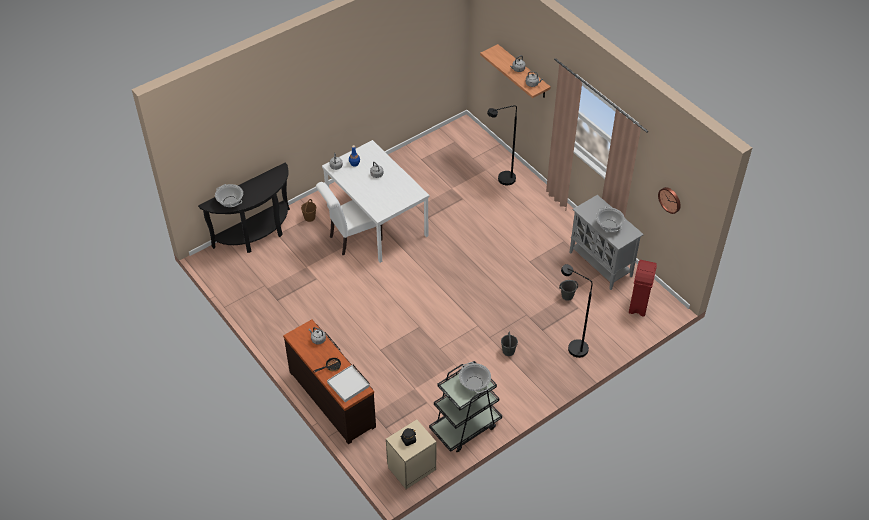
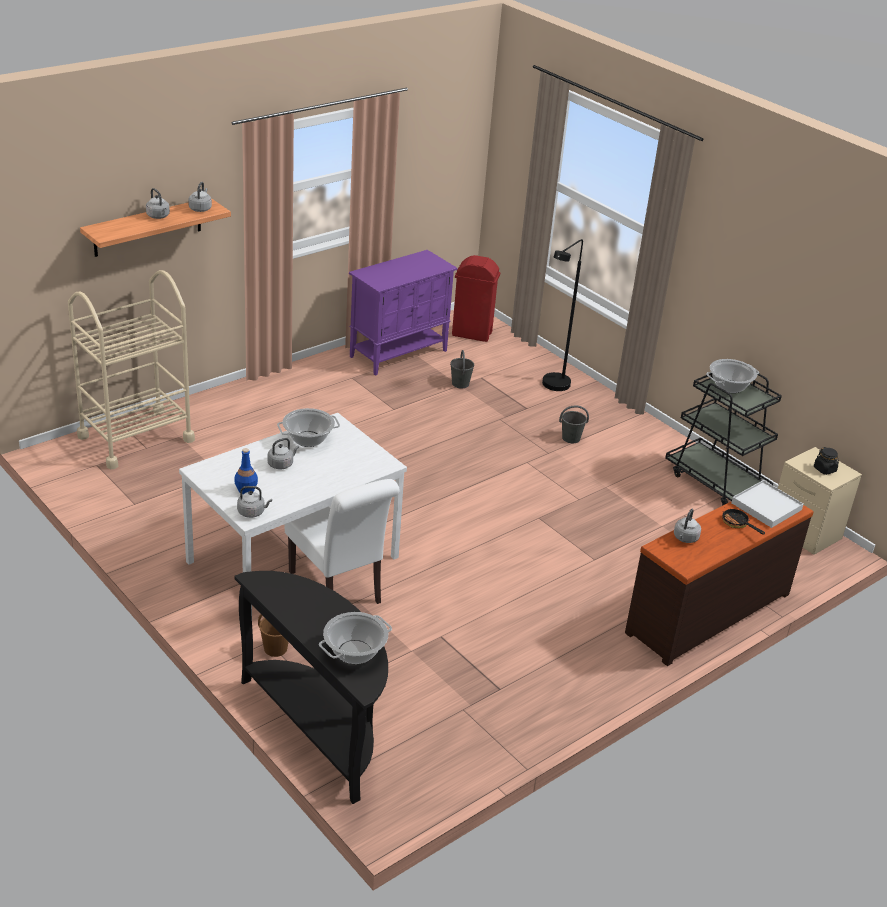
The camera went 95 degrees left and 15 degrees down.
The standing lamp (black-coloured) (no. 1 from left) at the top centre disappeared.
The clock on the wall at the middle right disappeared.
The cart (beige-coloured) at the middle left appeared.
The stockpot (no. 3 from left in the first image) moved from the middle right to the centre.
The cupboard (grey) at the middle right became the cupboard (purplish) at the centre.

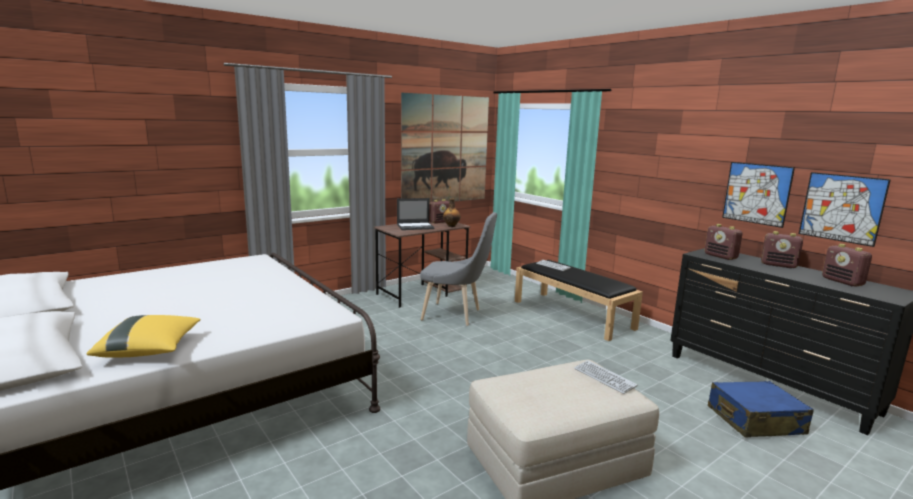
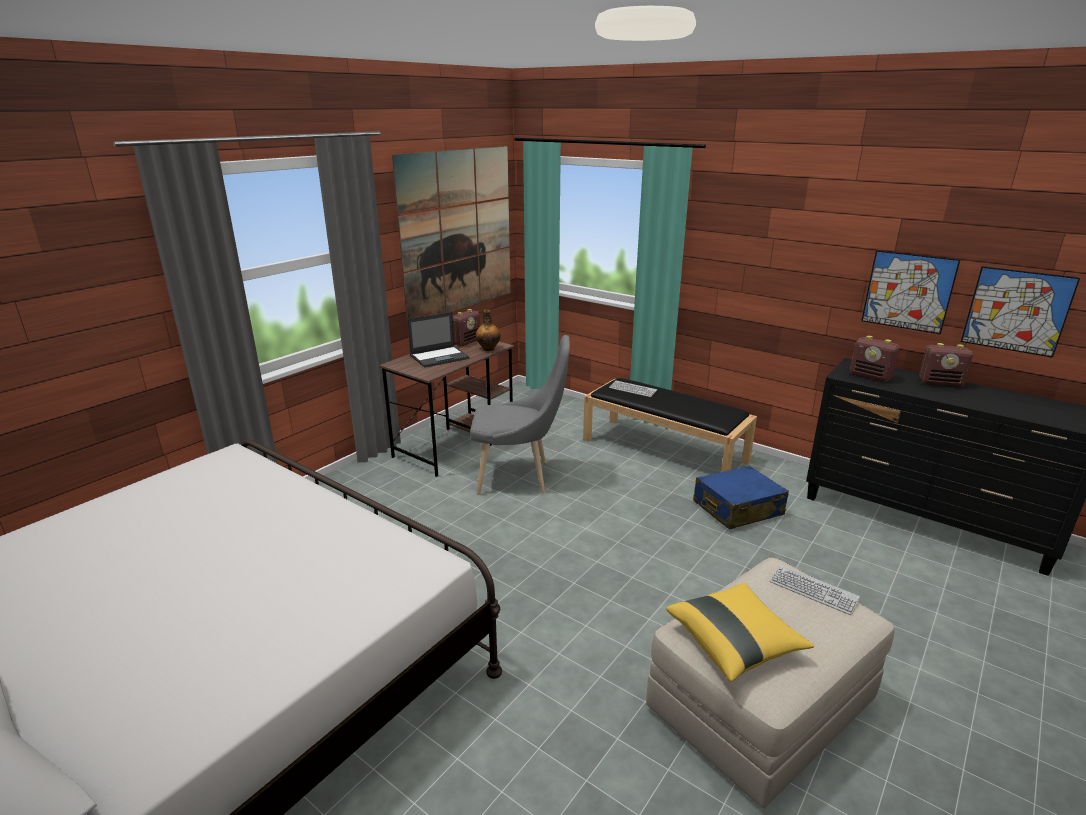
The camera went 15 degrees left and 10 degrees up.
The radio receiver (no. 4 from left) at the middle right disappeared.
The pillow (yellow) moved from the bottom left to the bottom right.
The suitcase (blue-coloured) moved from the bottom right to the middle right.

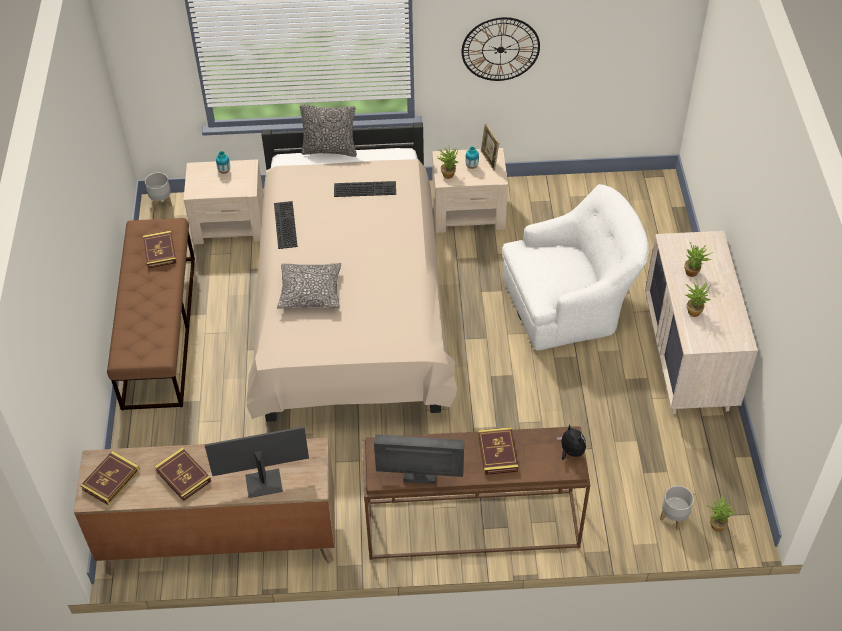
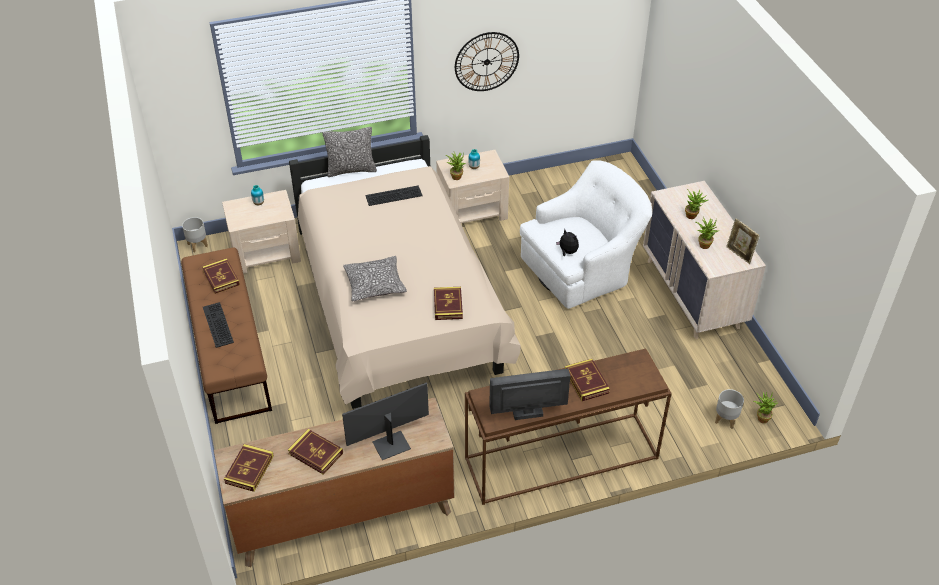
The camera went 15 degrees left and 5 degrees down.
The volume (no. 4 from left) at the centre appeared.
The computer keyboard (no. 1 from left) moved from the centre to the middle left.
The standing frame moved from the top centre to the middle right.
The soft toy moved from the bottom right to the centre.

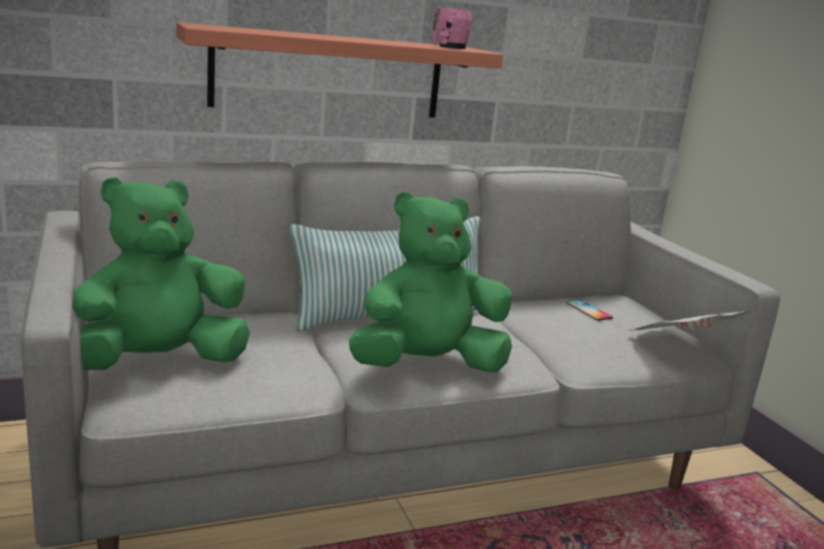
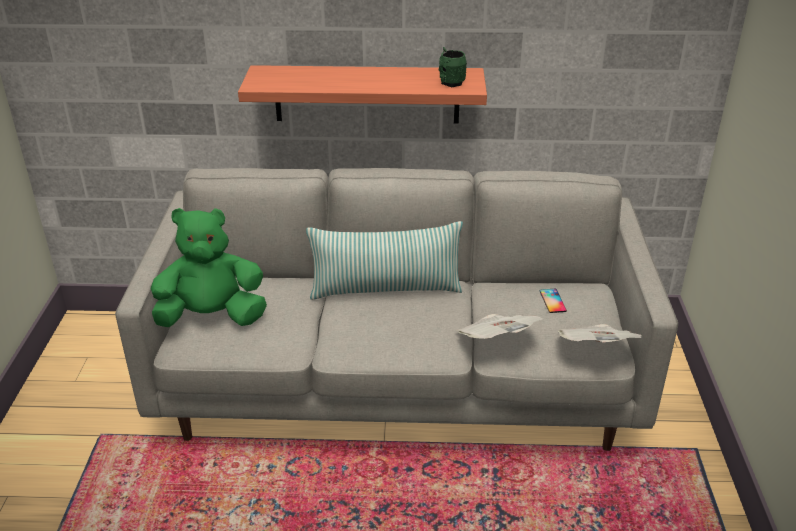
The camera went 25 degrees right and 15 degrees up.
The soft toy (greenish) (no. 2 from left) at the centre disappeared.
The newspaper (no. 1 from left) at the centre appeared.
The coffee mug (pink-coloured) at the top centre became the coffee mug (greenish) at the top centre.

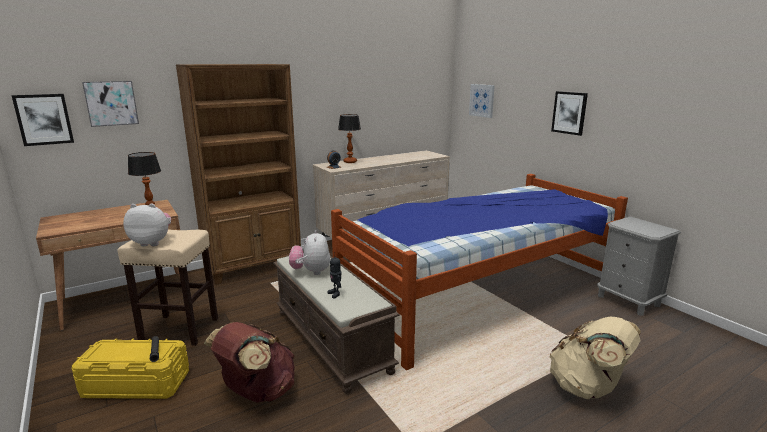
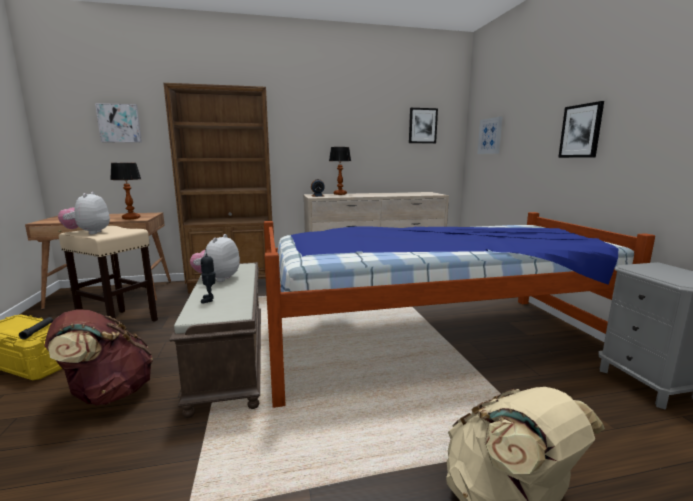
The camera went 20 degrees right and 5 degrees down.
The wall picture (no. 1 from left in the first image) moved from the top left to the top centre.
The soft toy (no. 1 from left) at the middle left turned 120 degrees counterclockwise.

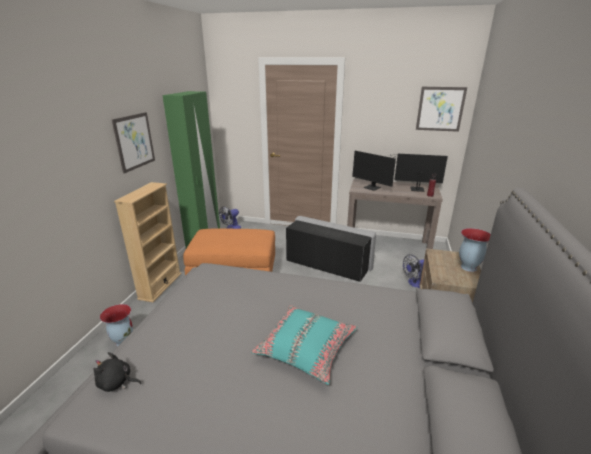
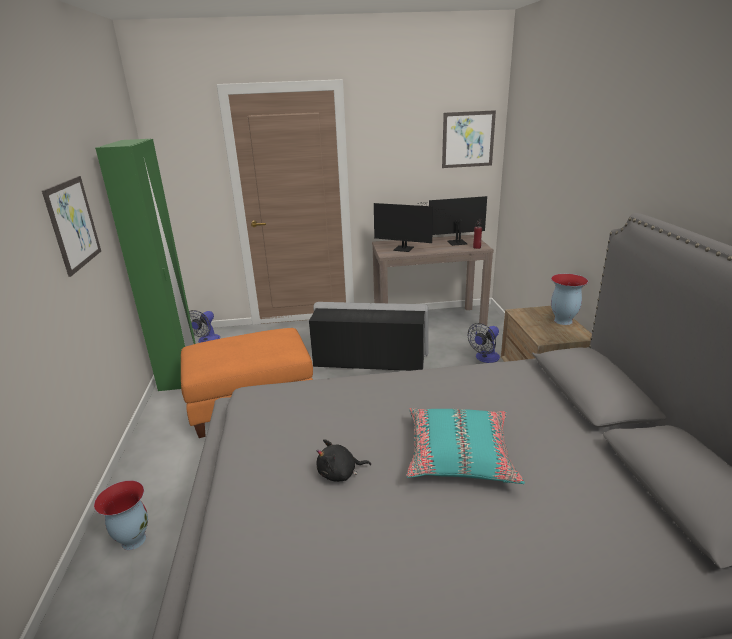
The camera went 20 degrees left and 0 degrees up.
The shelving unit (beige-coloured) at the middle left disappeared.
The soft toy (black-coloured) moved from the bottom left to the bottom centre.

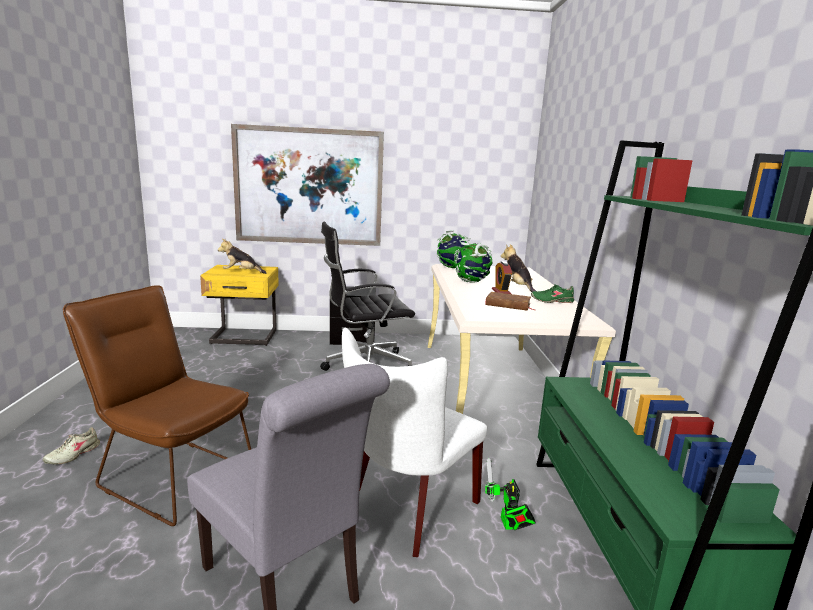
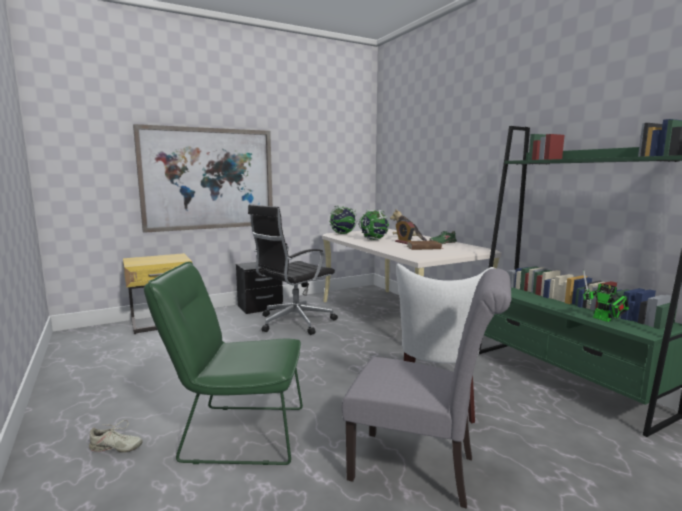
The camera went 25 degrees left and 5 degrees down.
The soft toy (no. 1 from left) at the middle left disappeared.
The robot figure moved from the bottom centre to the middle right.
The upright chair (brown-coloured) at the middle left became the upright chair (greenish) at the bottom left.
The low shoe (beige-coloured) at the bottom left turned 90 degrees counterclockwise.

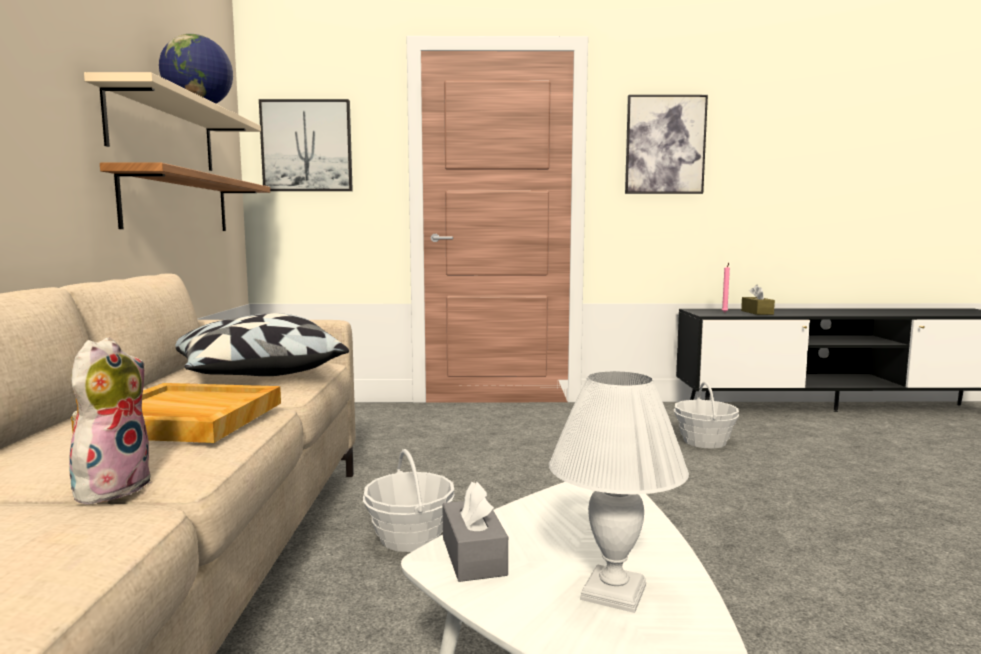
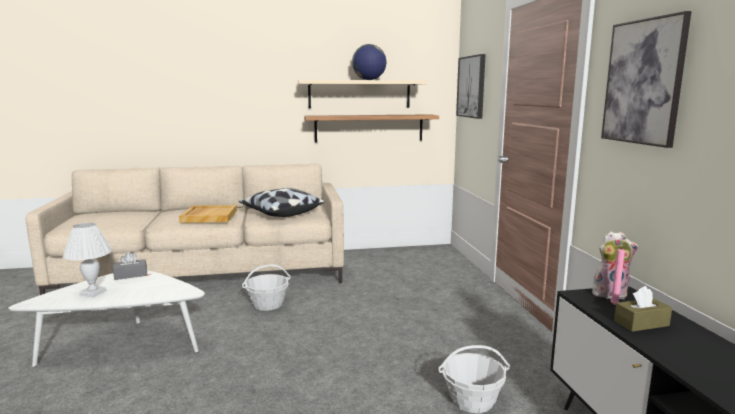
The camera went 80 degrees right and 5 degrees up.
The soft toy moved from the middle left to the middle right.

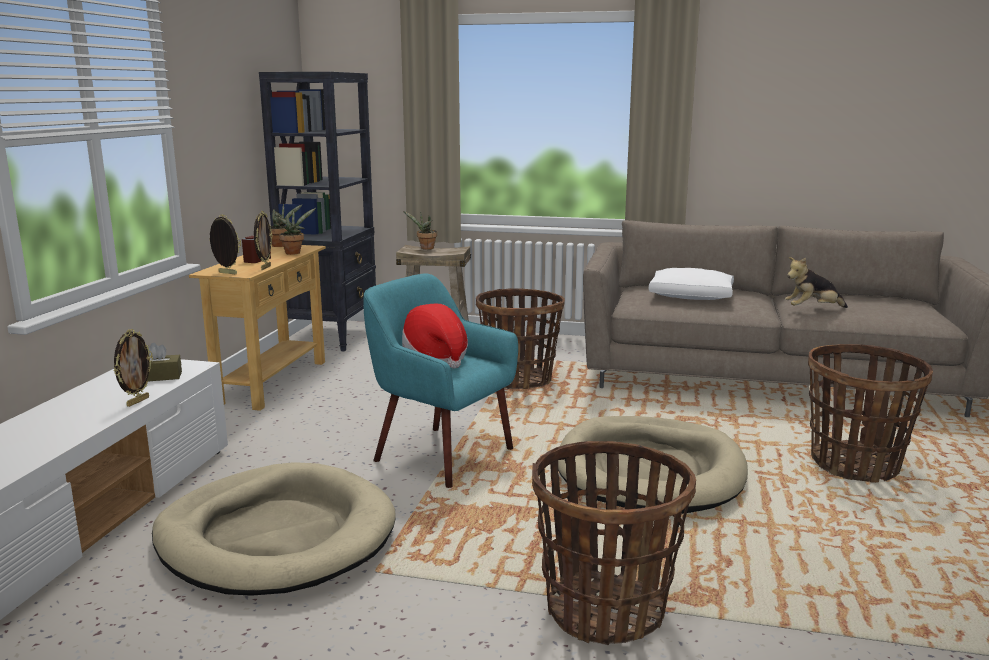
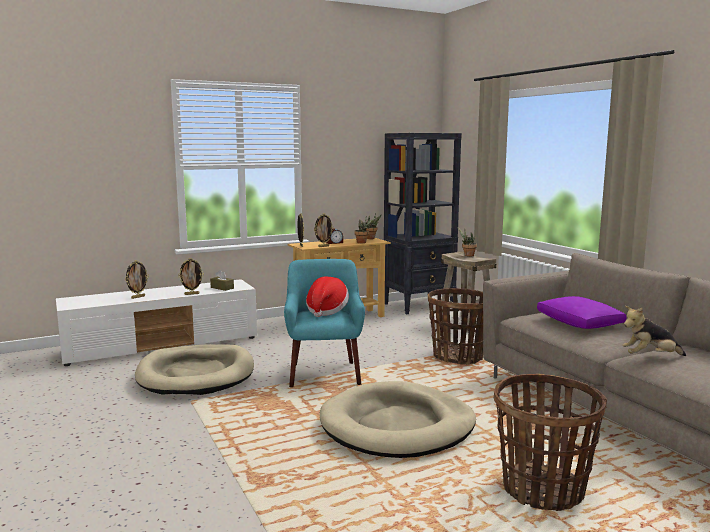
The camera went 50 degrees right and 5 degrees down.
The storage basket (no. 2 from left) at the bottom centre disappeared.
The standing frame (no. 1 from left) at the middle left appeared.
The pillow (whitish) at the middle right became the pillow (purplish) at the middle right.
The soft toy at the middle right turned 45 degrees counterclockwise.

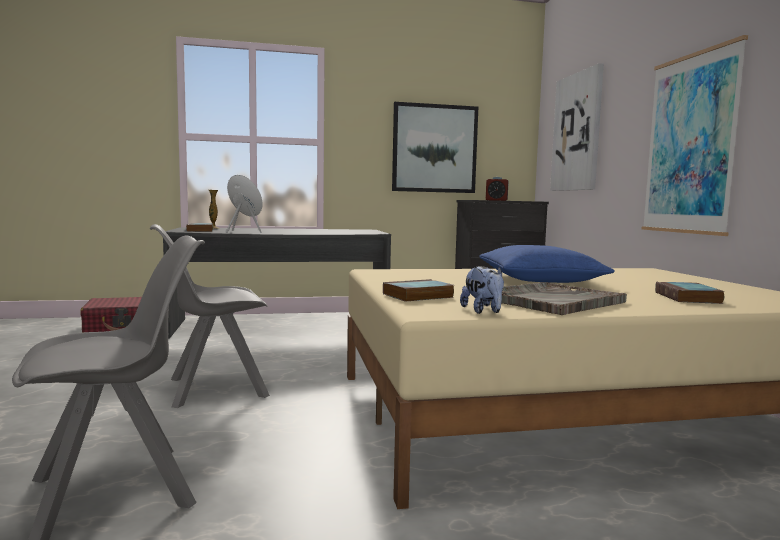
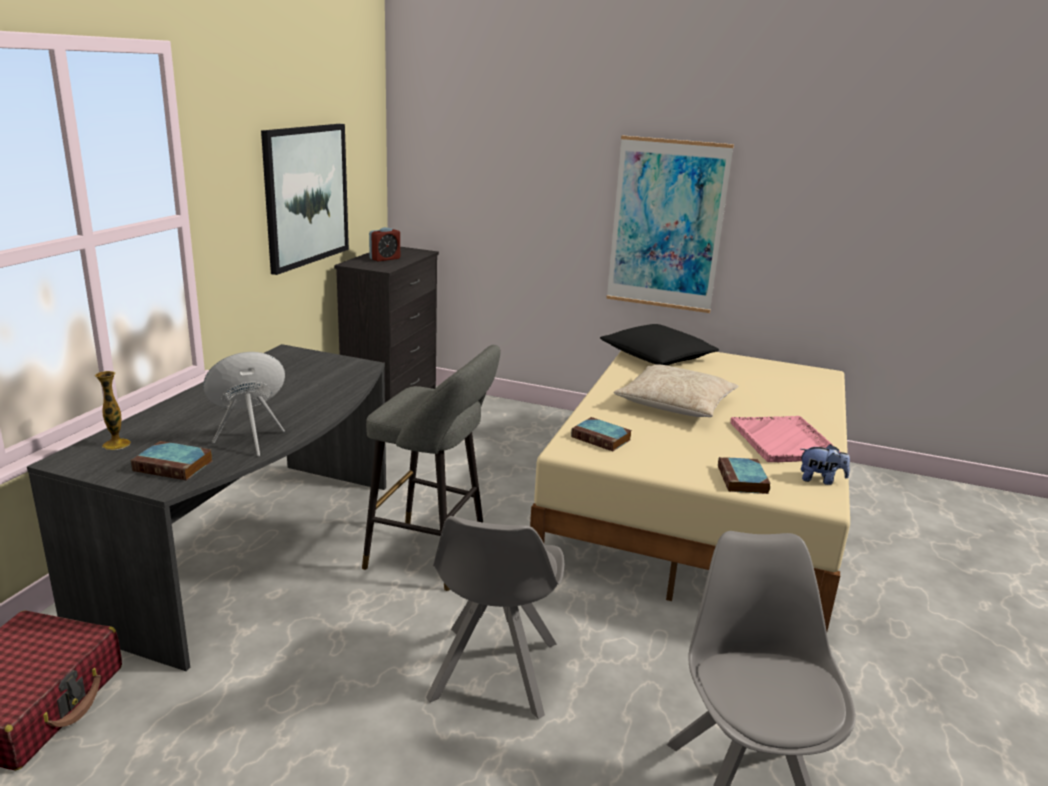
The camera went 60 degrees left and 15 degrees up.
The wall picture (no. 2 from left) at the top right disappeared.
The sitting stool (grey) at the centre appeared.
The pillow (black-coloured) at the centre appeared.
The volume (no. 3 from left in the first image) moved from the middle right to the centre.
The pillow (blue-coloured) at the middle right became the pillow (beige-coloured) at the centre.
The tray (grey) at the middle right became the tray (pink-coloured) at the middle right.

